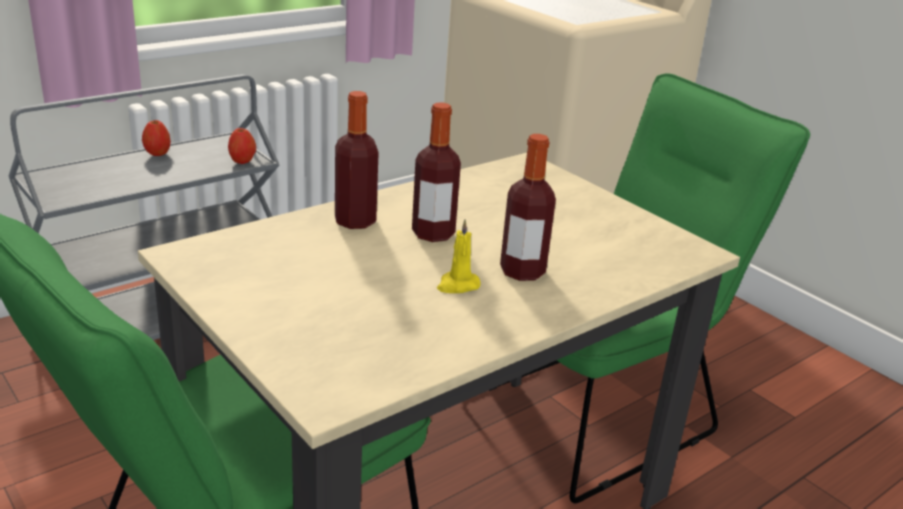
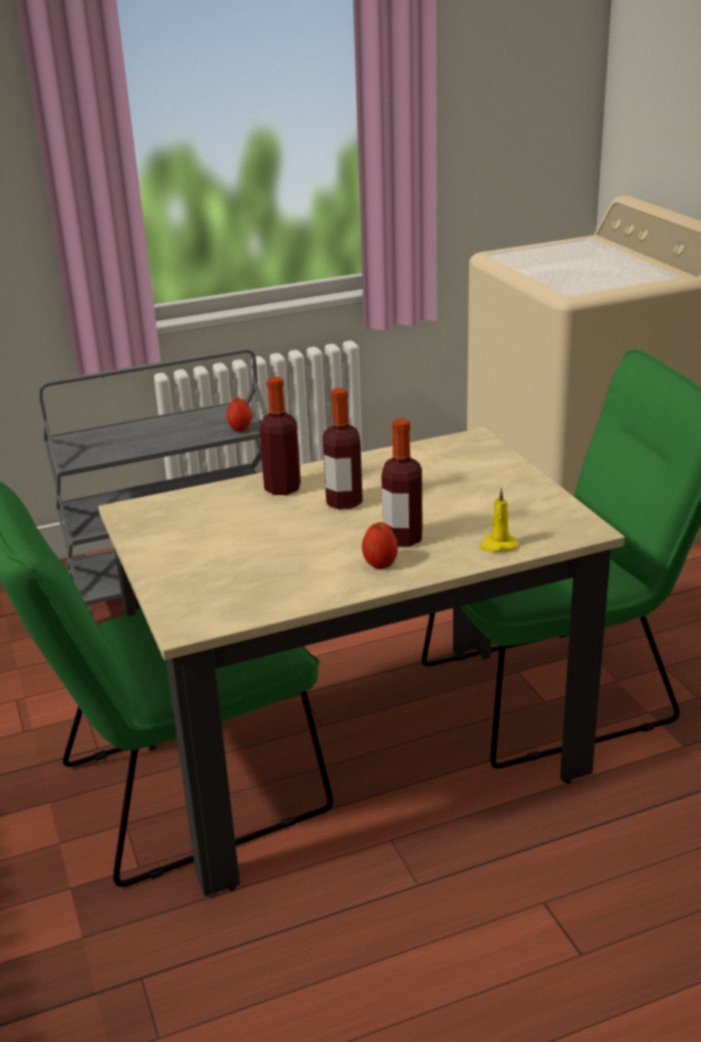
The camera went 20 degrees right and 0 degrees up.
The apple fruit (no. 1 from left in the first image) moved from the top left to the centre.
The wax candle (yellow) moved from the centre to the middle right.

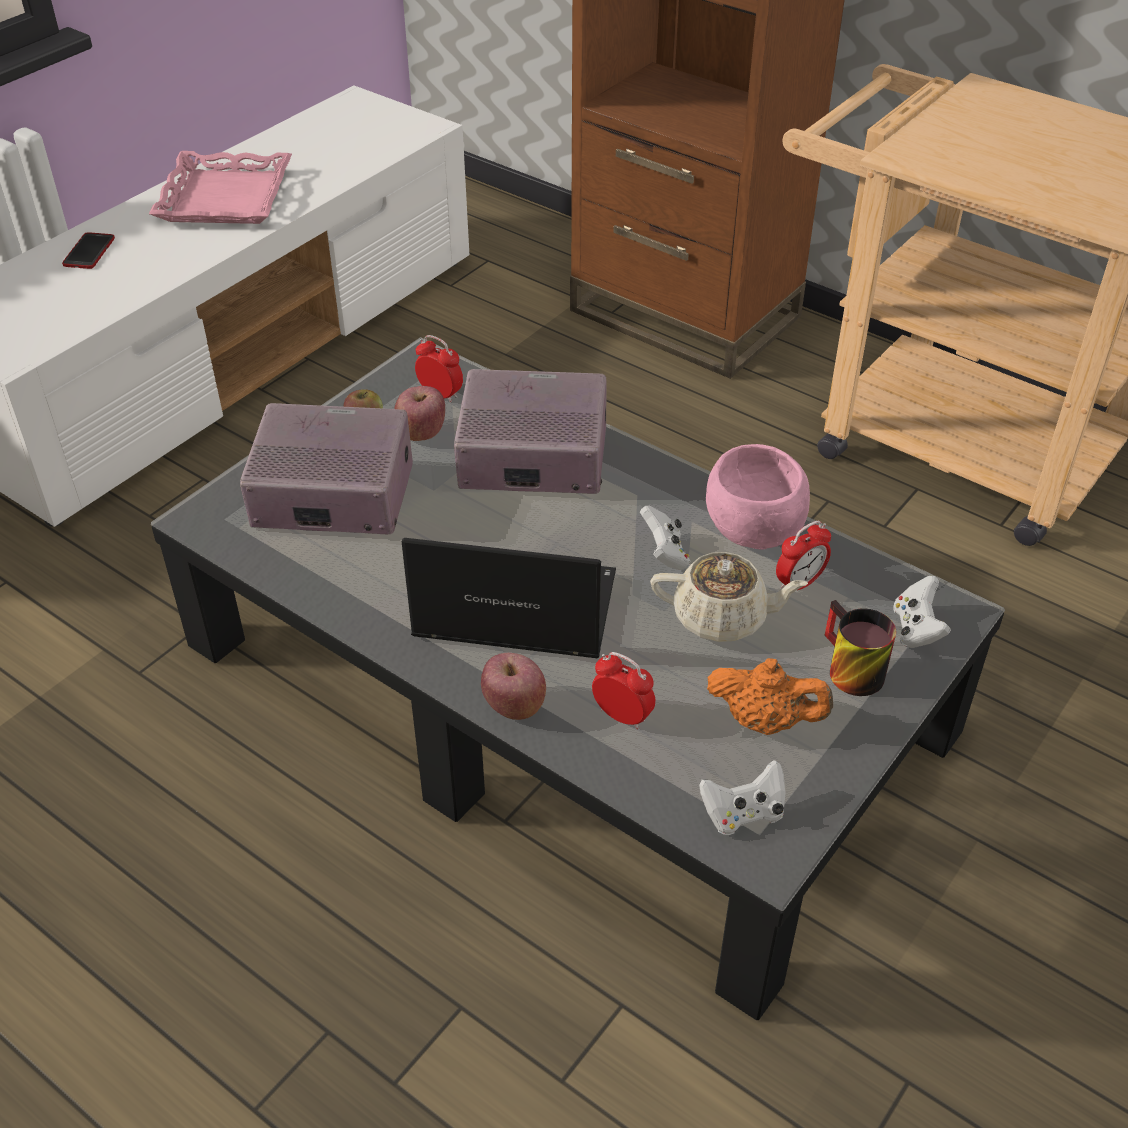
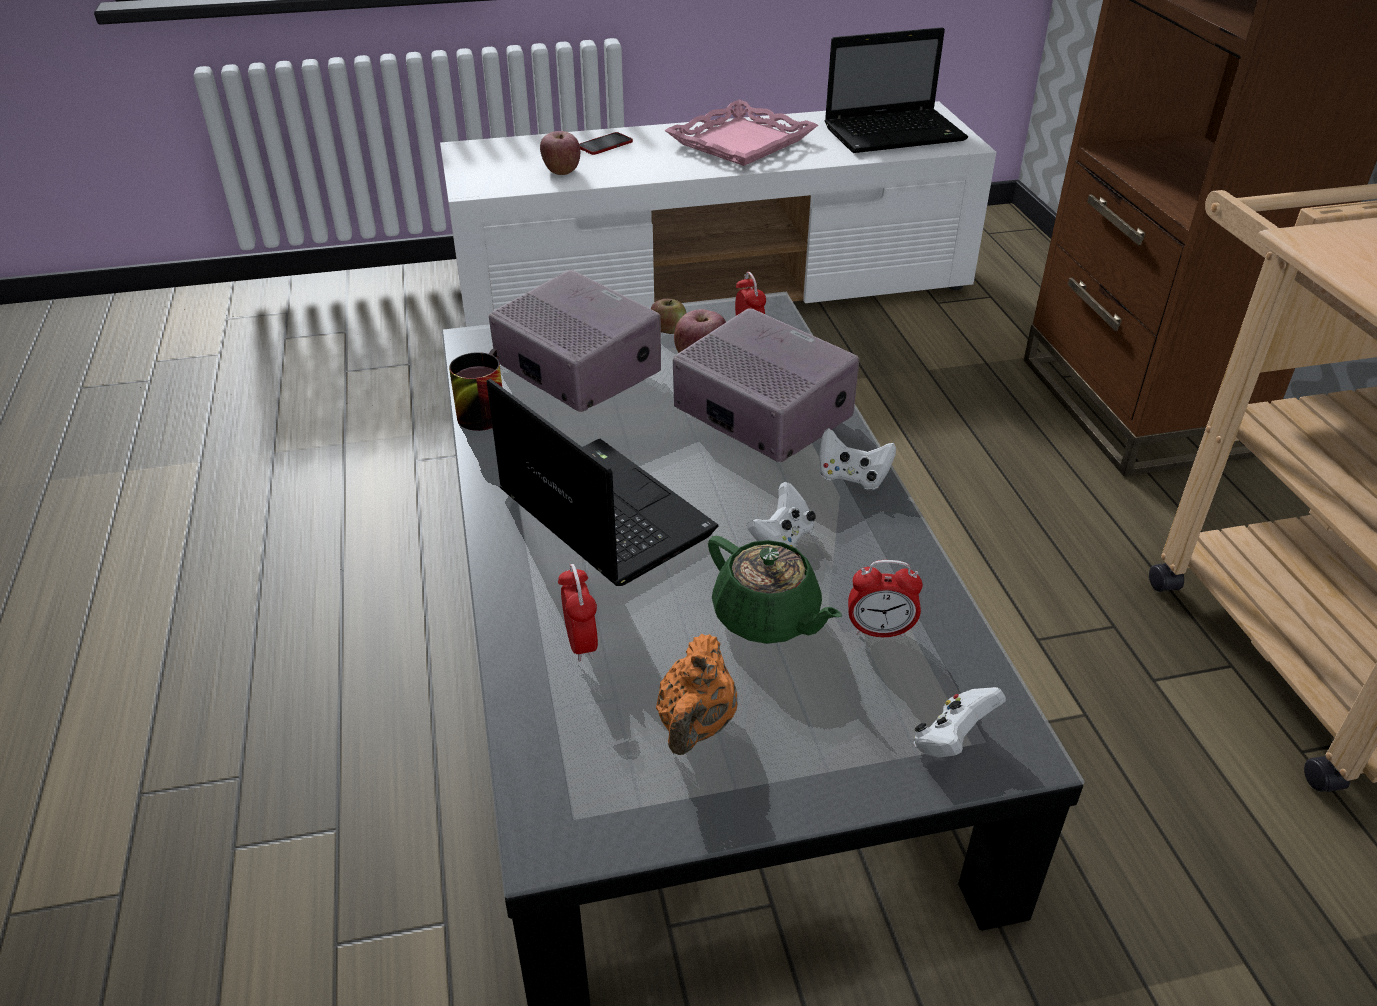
The camera went 40 degrees right and 5 degrees down.
The deep dish (pink-coloured) at the middle right disappeared.
The laptop (no. 2 from left) at the top centre appeared.
The apple fruit (no. 3 from left in the first image) moved from the centre to the top centre.
The joypad (whitish) (no. 2 from left) moved from the bottom centre to the centre.
The coffee mug moved from the middle right to the centre.
The teapot (beige-coloured) at the centre became the teapot (greenish) at the centre.
The teapot (orange) at the middle right turned 45 degrees clockwise.

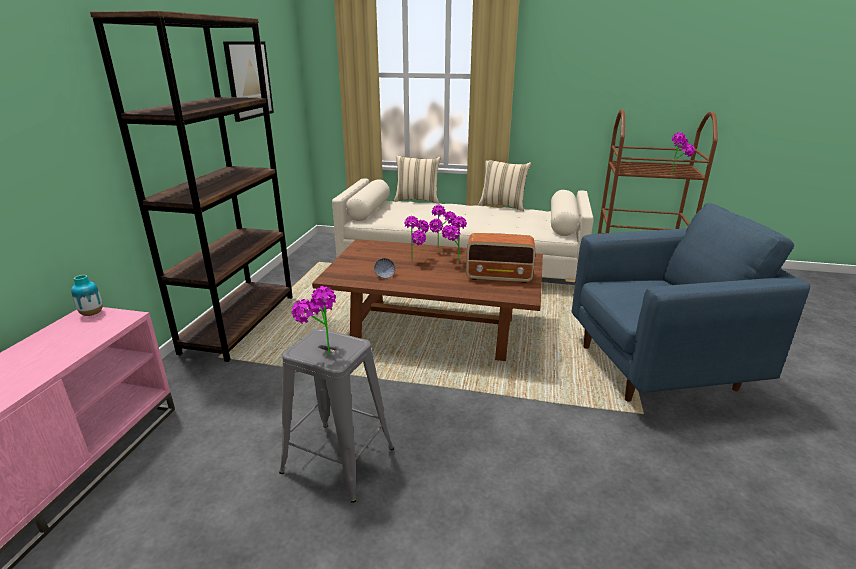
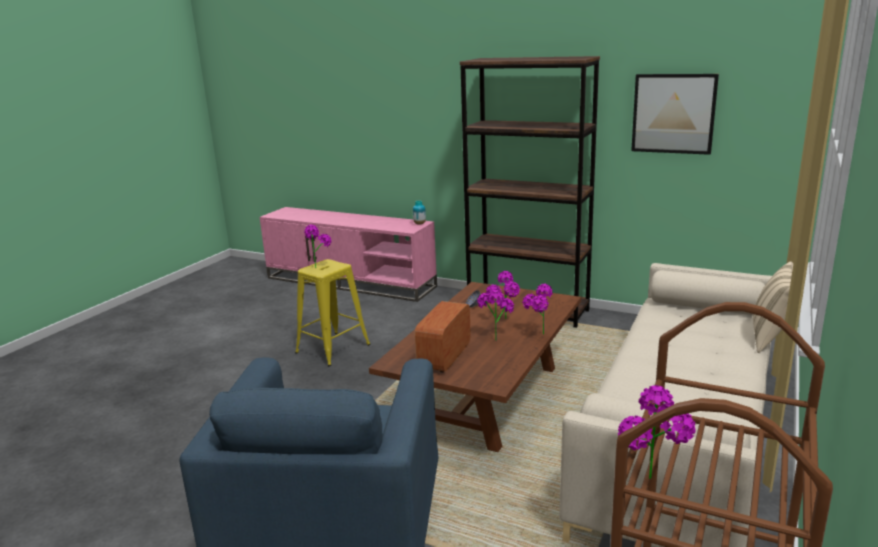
The camera went 105 degrees right and 5 degrees down.
The pillow (beige-coloured) (no. 2 from left) at the top centre disappeared.
The sitting stool (grey) at the bottom centre became the sitting stool (yellow) at the centre.

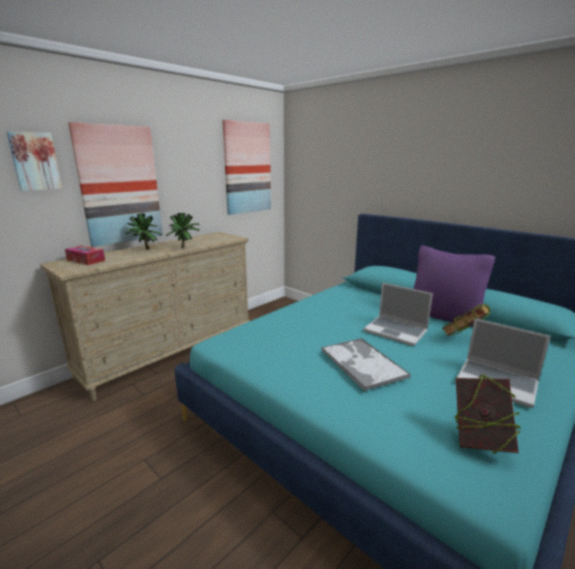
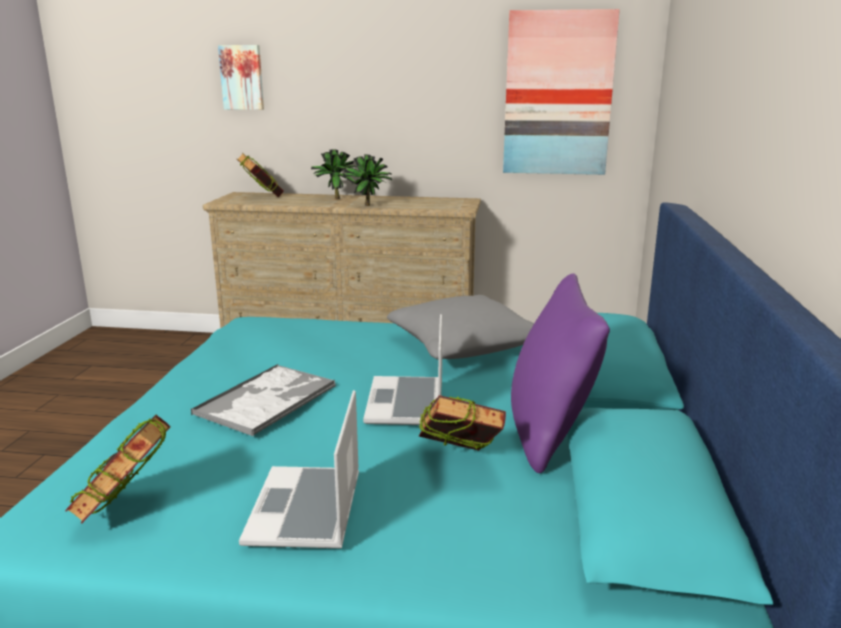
The camera went 55 degrees right and 0 degrees up.
The wall picture (no. 2 from left) at the top left disappeared.
The pillow (grey) at the centre appeared.
The tissue holder at the middle left was replaced by the volume (no. 2 from left) at the top left.

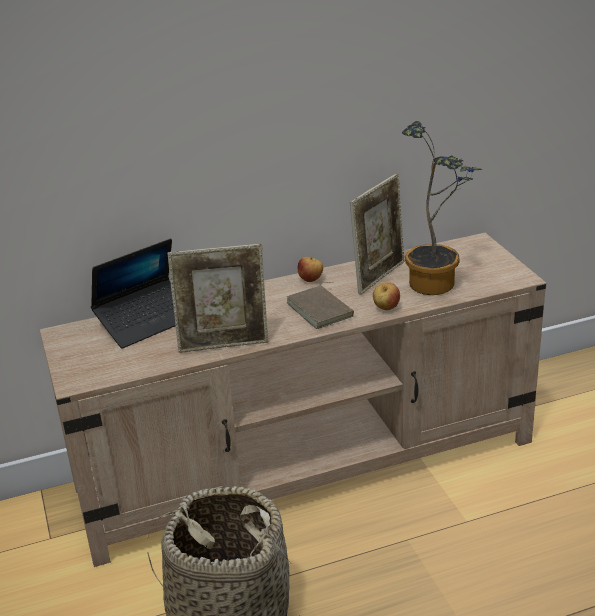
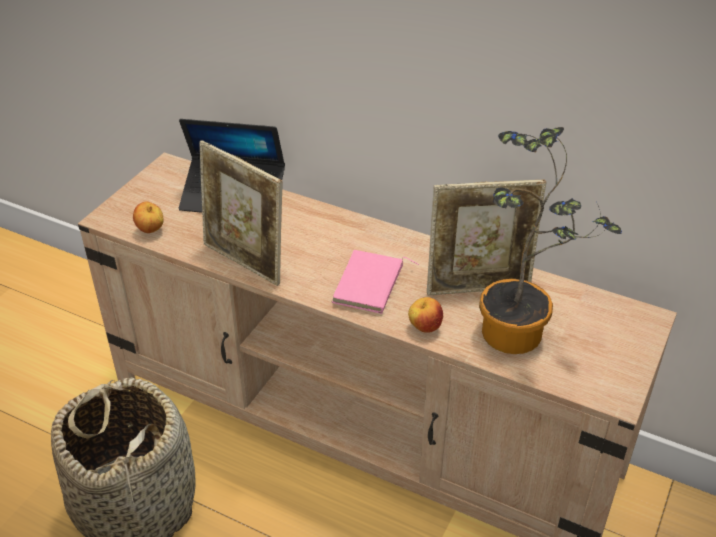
The camera went 45 degrees right and 10 degrees up.
The apple fruit (no. 1 from left) moved from the centre to the middle left.
The volume (brown-coloured) at the centre became the volume (pink-coloured) at the centre.

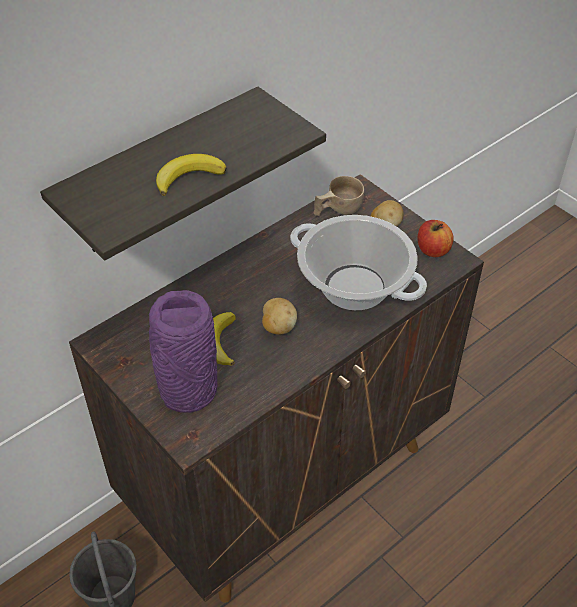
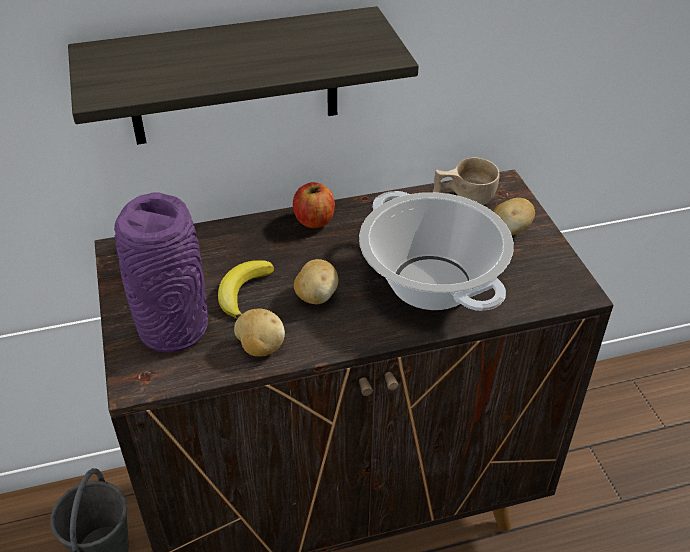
The camera went 25 degrees right and 5 degrees down.
The banana fruit (no. 1 from left) at the top left disappeared.
The spud (no. 1 from left) at the centre appeared.
The apple fruit moved from the middle right to the centre.

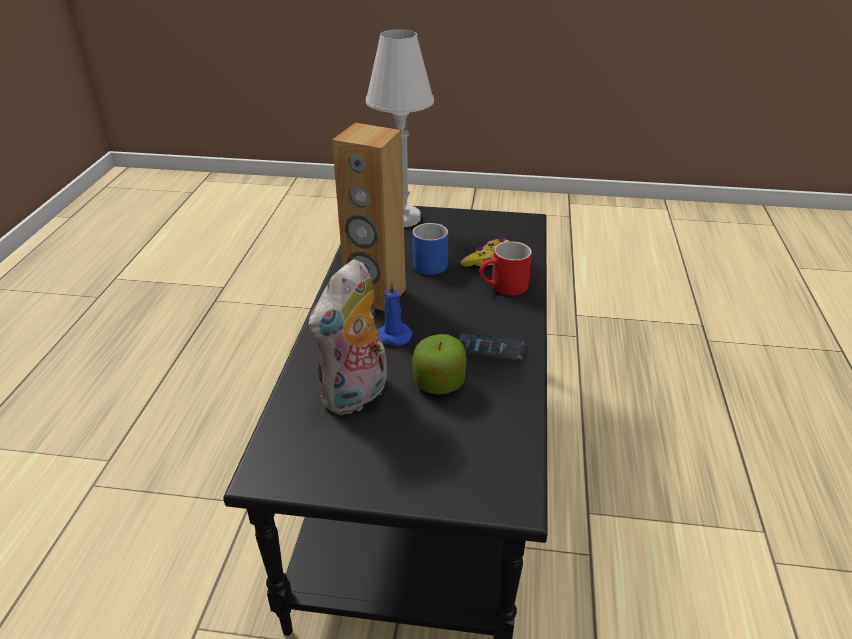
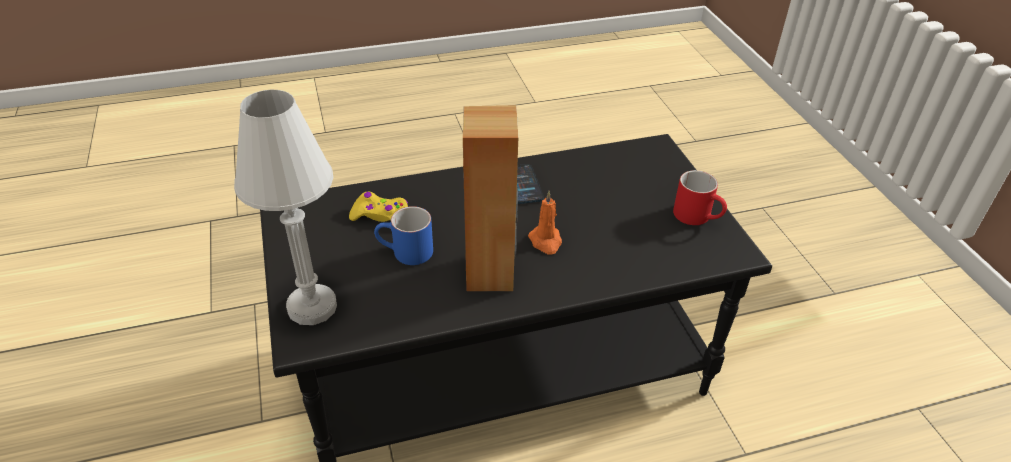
The camera went 115 degrees left and 5 degrees up.
The soft toy at the centre disappeared.
The apple fruit at the centre disappeared.
The coffee mug (red) moved from the centre to the middle right.
The wax candle (blue-coloured) at the centre became the wax candle (orange) at the centre.

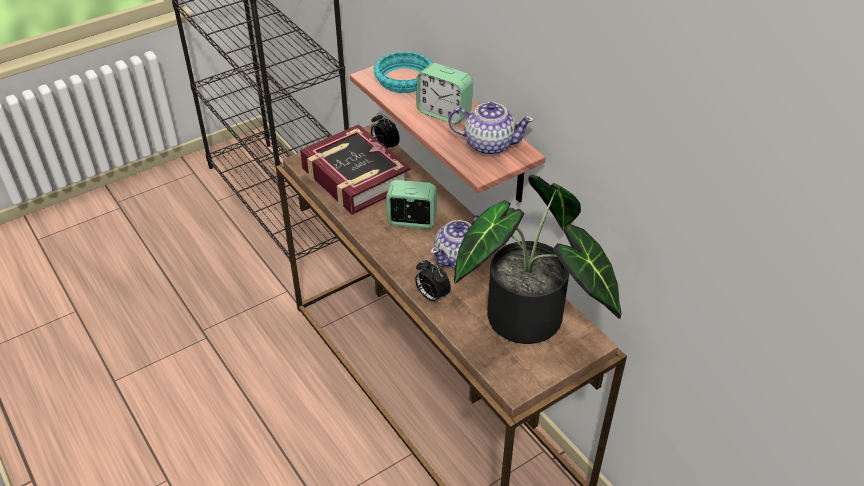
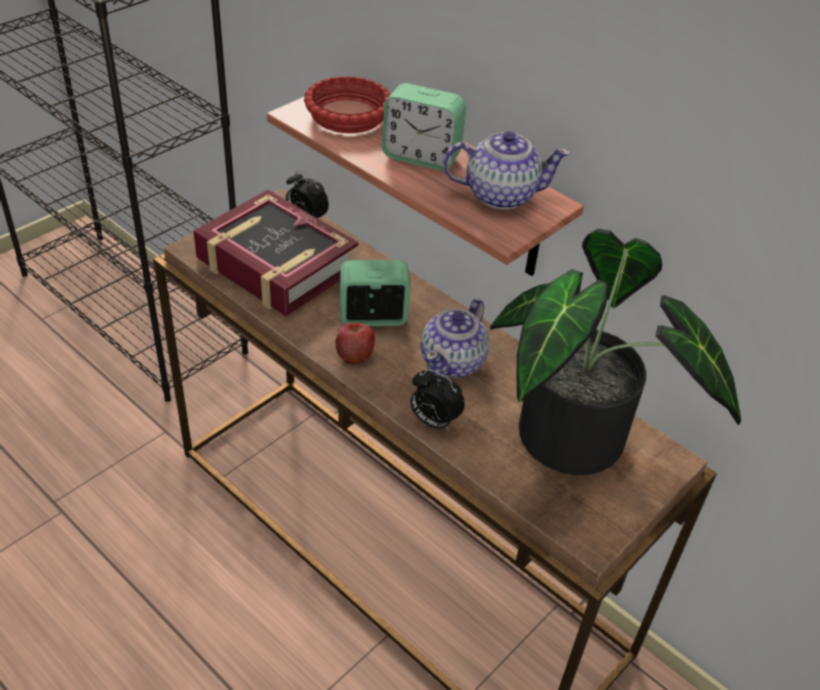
The camera went 15 degrees left and 0 degrees up.
The apple fruit at the centre appeared.
The deep dish (turquoise) at the top centre became the deep dish (red) at the top centre.

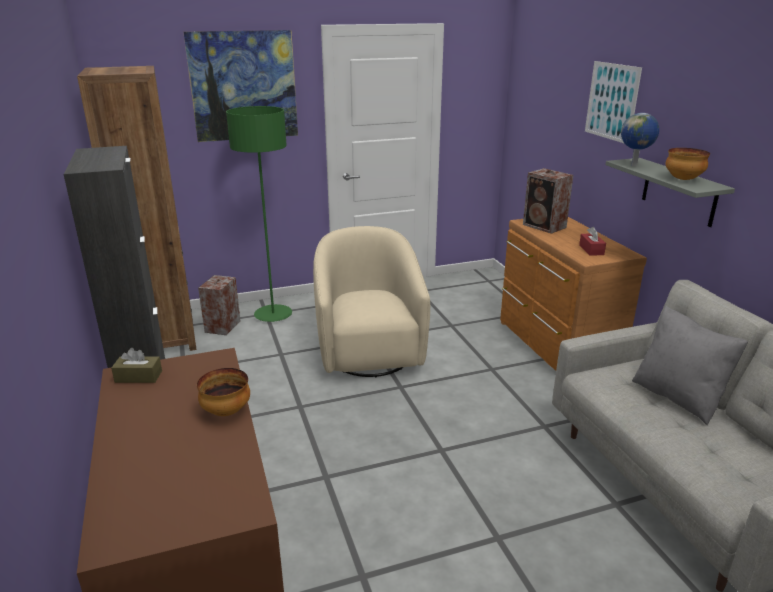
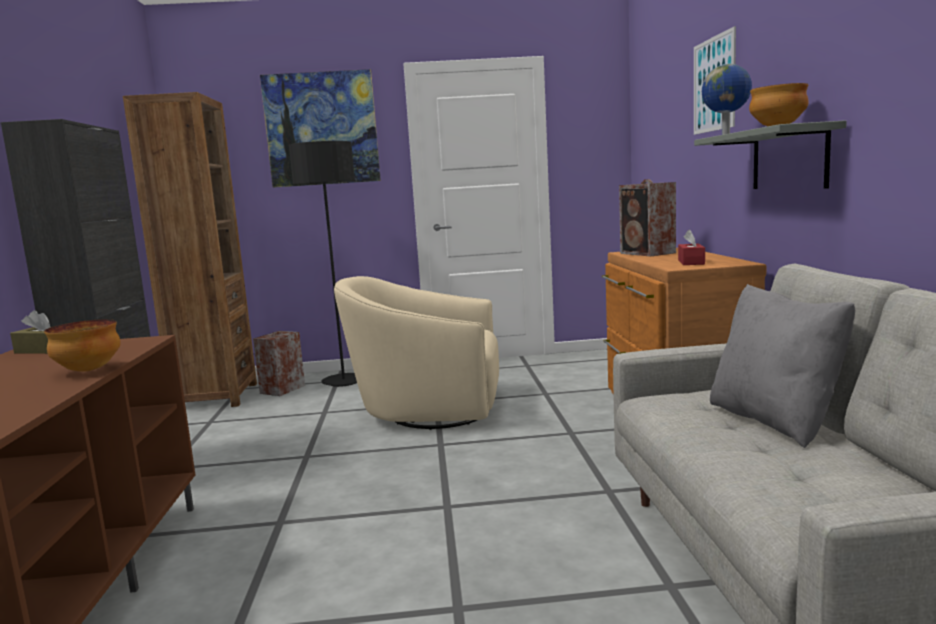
The camera went 15 degrees right and 15 degrees down.
The standing lamp (greenish) at the centre became the standing lamp (black-coloured) at the centre.
The lounge chair (beige-coloured) at the centre turned 90 degrees counterclockwise.

